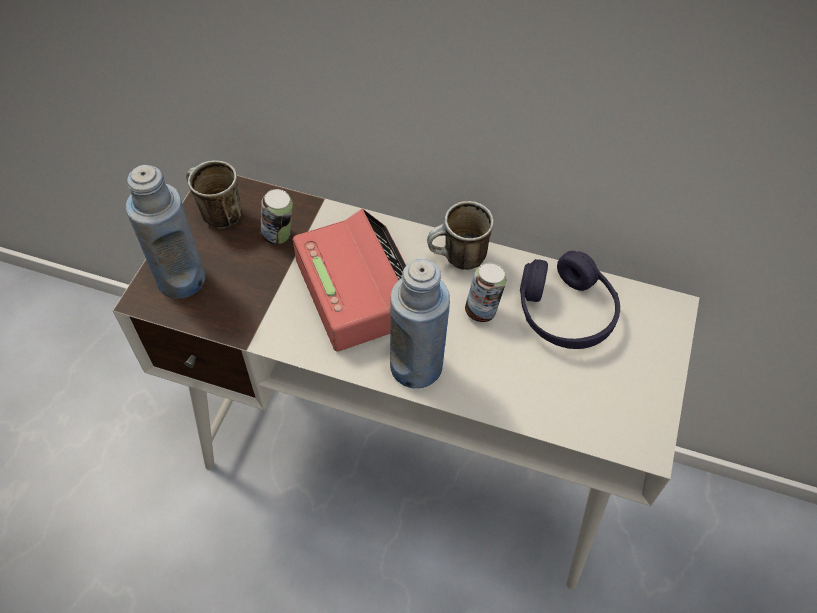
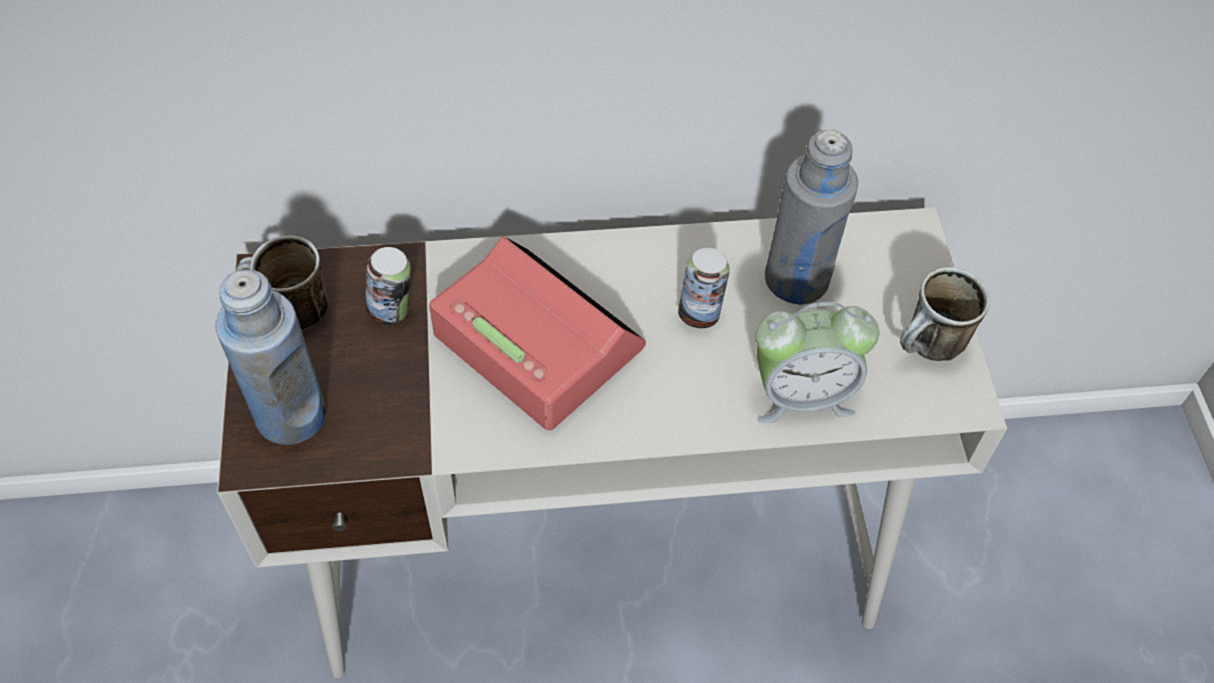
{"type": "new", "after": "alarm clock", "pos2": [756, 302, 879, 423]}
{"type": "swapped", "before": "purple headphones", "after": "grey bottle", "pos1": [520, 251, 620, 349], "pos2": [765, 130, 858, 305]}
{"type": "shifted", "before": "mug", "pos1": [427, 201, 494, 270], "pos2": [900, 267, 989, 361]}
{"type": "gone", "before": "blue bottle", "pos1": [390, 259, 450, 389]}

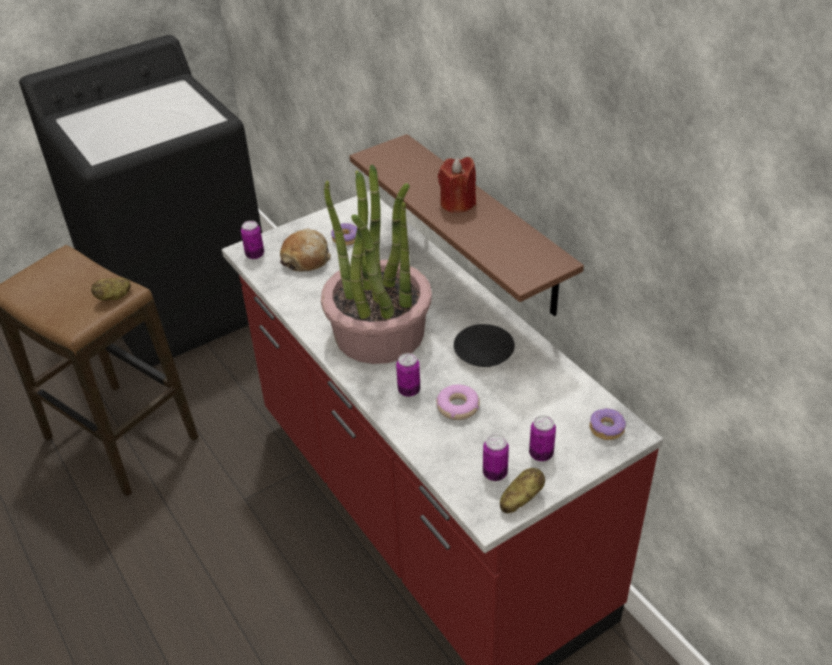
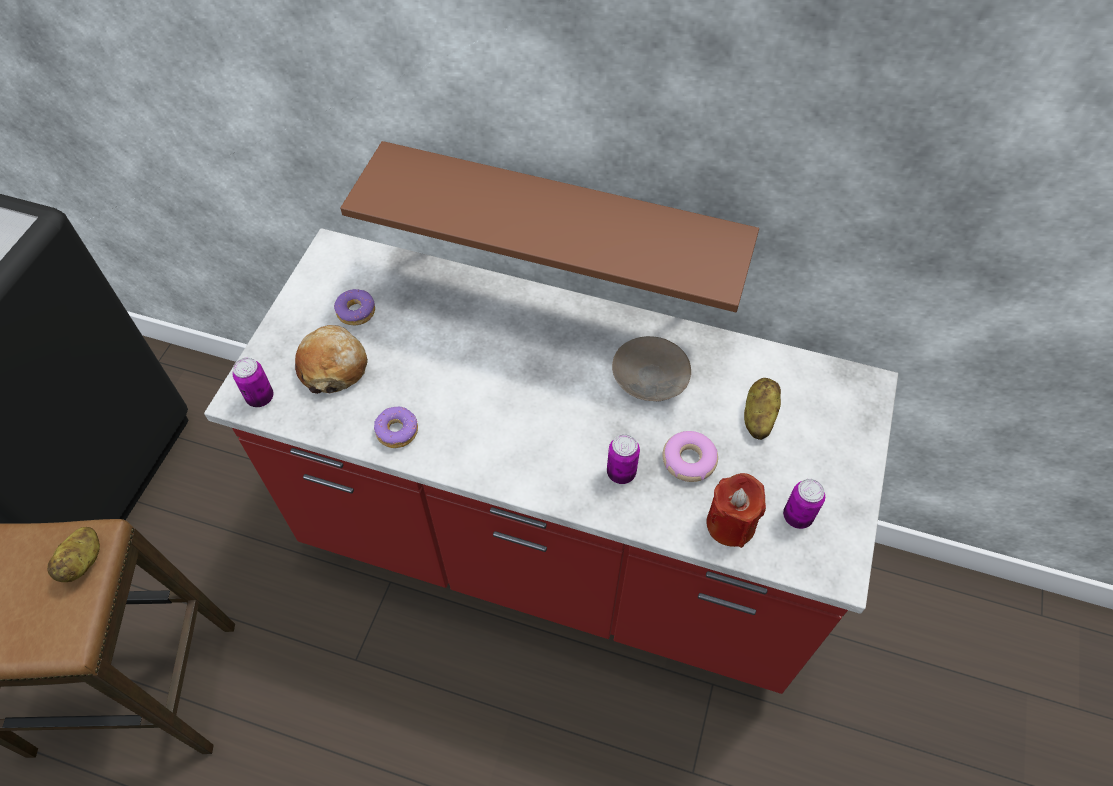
{"type": "shifted", "before": "donut", "pos1": [589, 408, 626, 440], "pos2": [374, 407, 418, 448]}
{"type": "repainted", "before": "black plate", "after": "beige plate", "pos1": [454, 324, 515, 367], "pos2": [612, 336, 691, 401]}
{"type": "shifted", "before": "red candle", "pos1": [438, 157, 476, 213], "pos2": [706, 473, 766, 548]}
{"type": "shifted", "before": "potato", "pos1": [500, 468, 545, 513], "pos2": [744, 378, 781, 440]}
{"type": "gone", "before": "potted plant", "pos1": [321, 165, 432, 364]}
{"type": "gone", "before": "can", "pos1": [529, 415, 556, 462]}

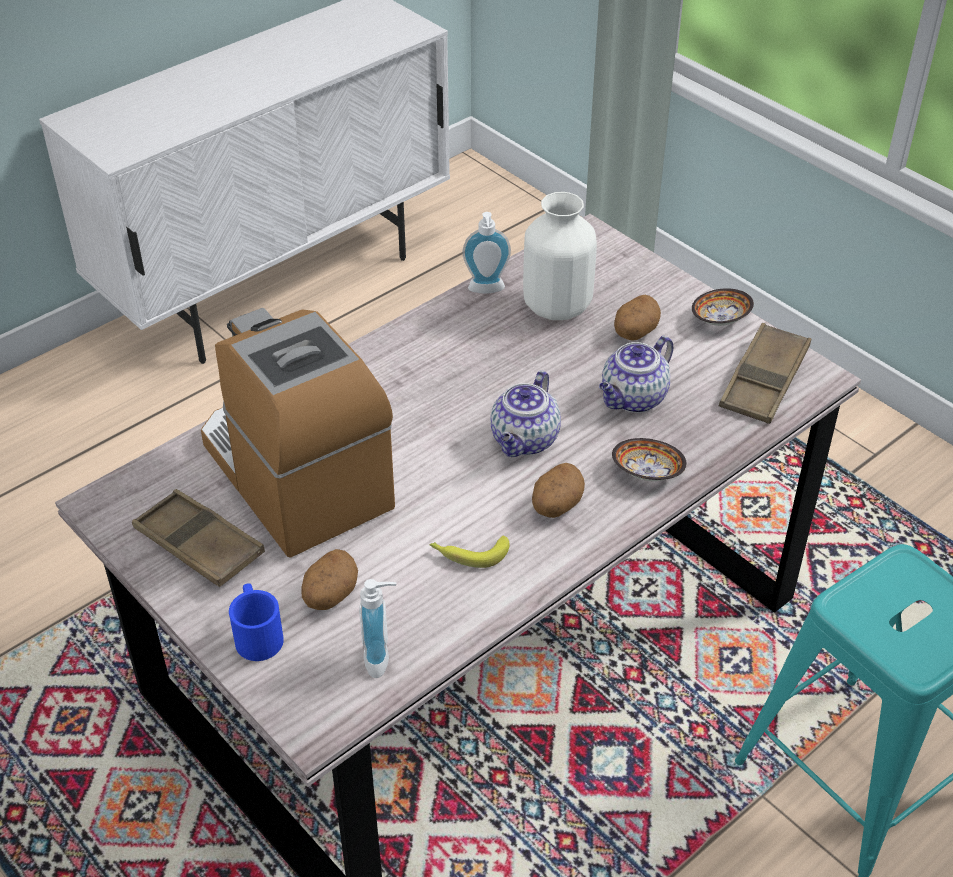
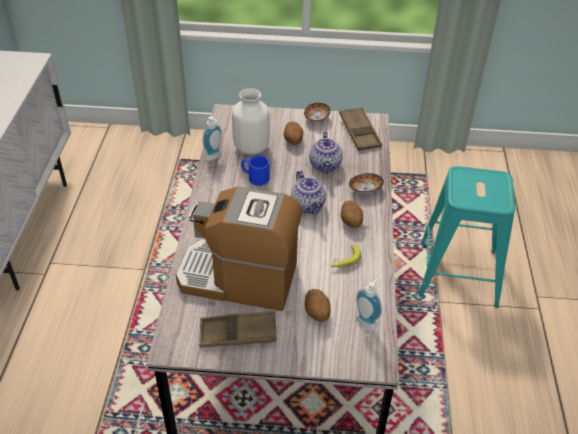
{"type": "shifted", "before": "blue mug", "pos1": [229, 583, 284, 661], "pos2": [241, 155, 269, 186]}

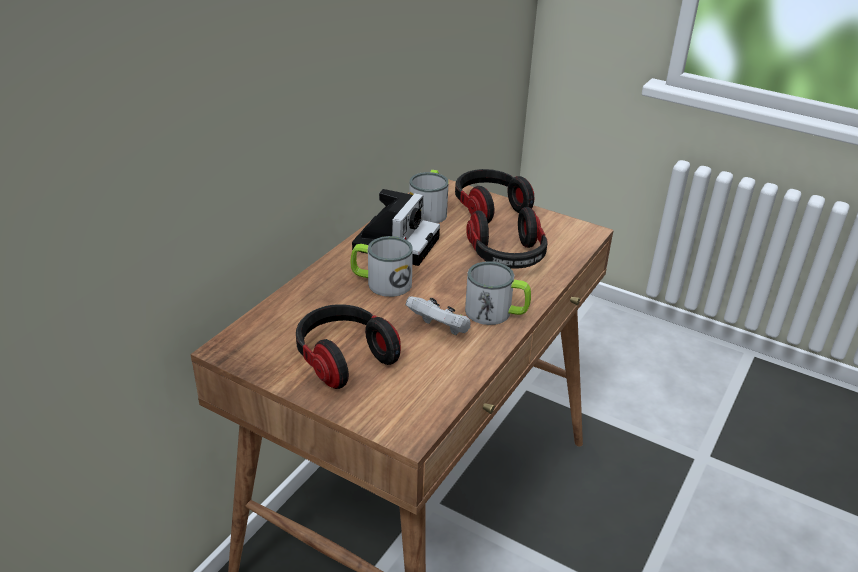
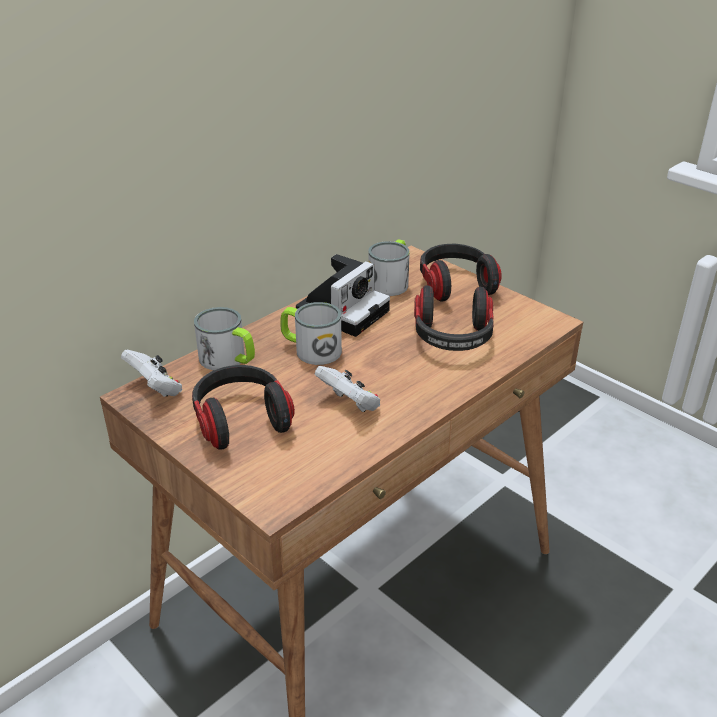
{"type": "new", "after": "white game controller", "pos2": [121, 350, 182, 397]}
{"type": "shifted", "before": "mug", "pos1": [465, 261, 531, 325], "pos2": [194, 307, 255, 370]}

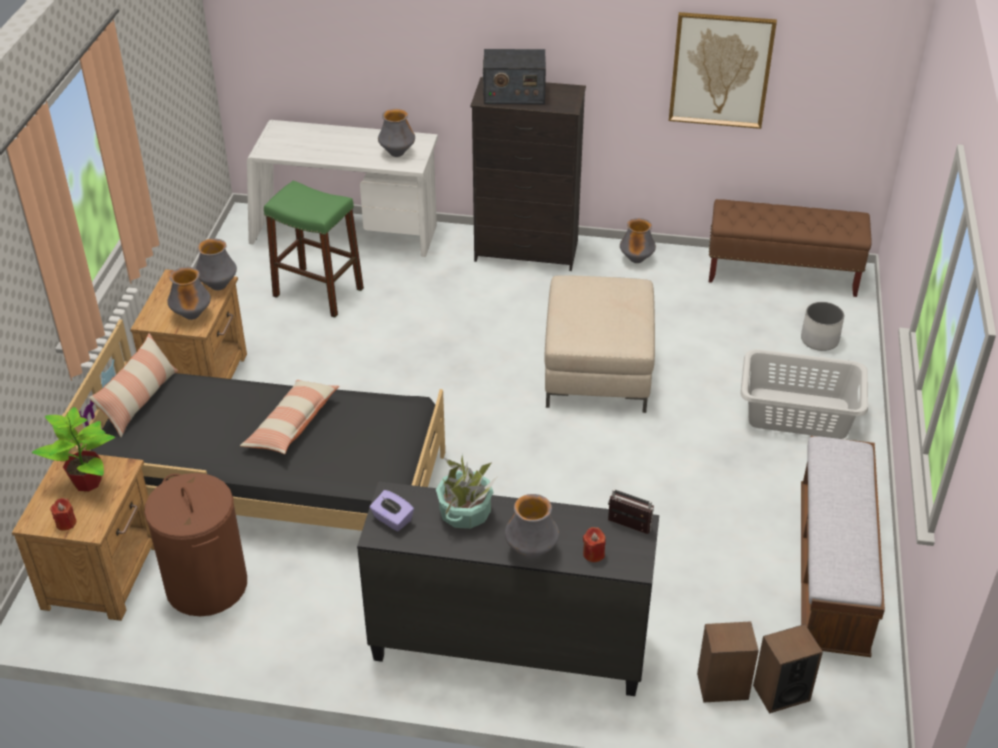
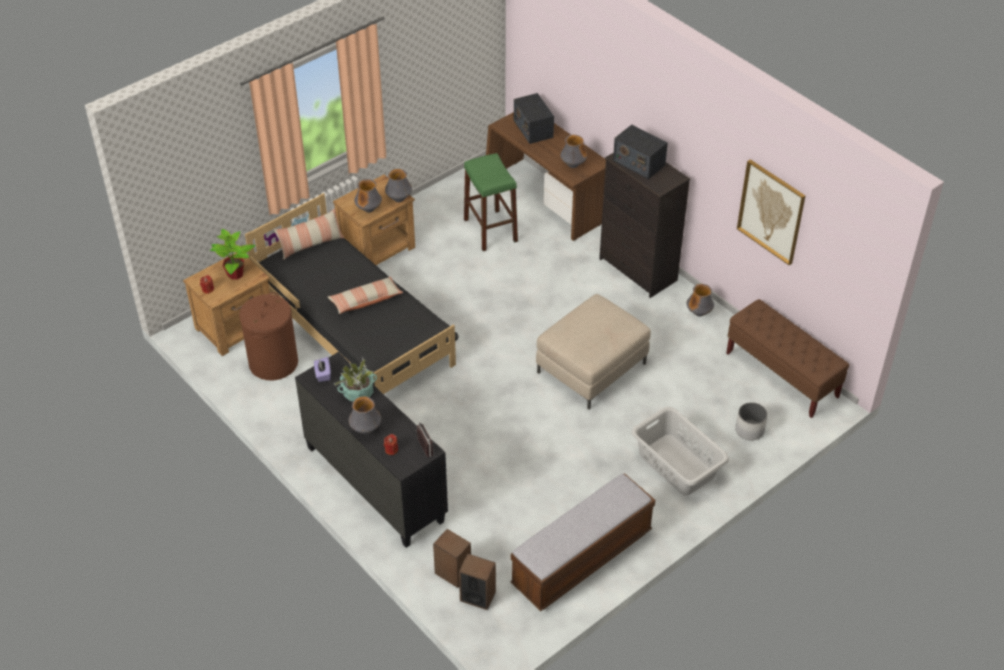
{"type": "repainted", "before": "white desk", "after": "brown desk", "pos1": [247, 120, 438, 257], "pos2": [486, 112, 606, 241]}
{"type": "new", "after": "radio", "pos2": [514, 93, 554, 144]}

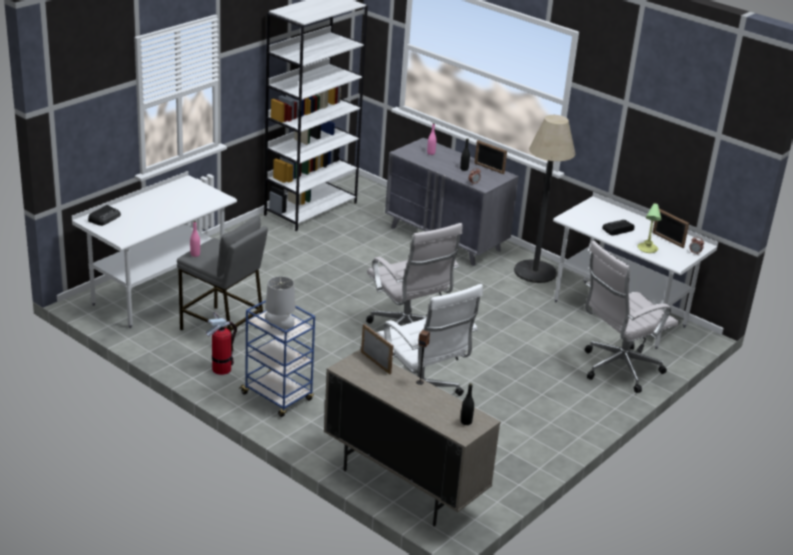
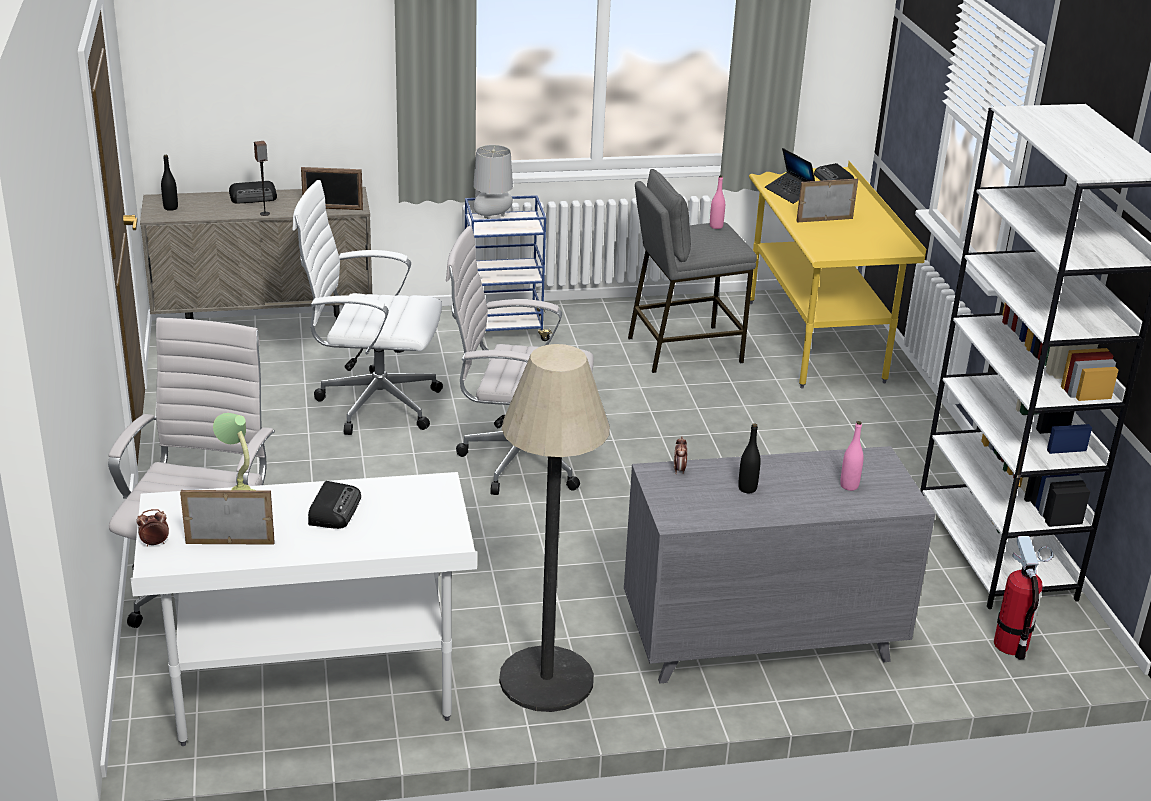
{"type": "new", "after": "radio", "pos2": [229, 181, 277, 204]}
{"type": "repainted", "before": "white desk", "after": "yellow desk", "pos1": [72, 171, 237, 328], "pos2": [749, 161, 926, 388]}
{"type": "new", "after": "laptop", "pos2": [765, 148, 815, 204]}
{"type": "shifted", "before": "picture frame", "pos1": [474, 140, 507, 174], "pos2": [796, 179, 858, 222]}
{"type": "shifted", "before": "fire extinguisher", "pos1": [206, 312, 237, 375], "pos2": [994, 536, 1053, 660]}

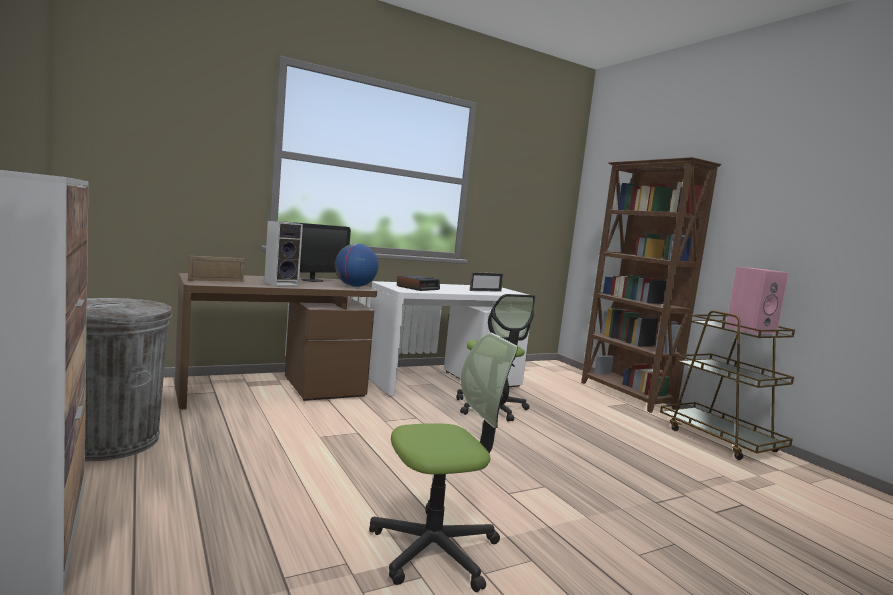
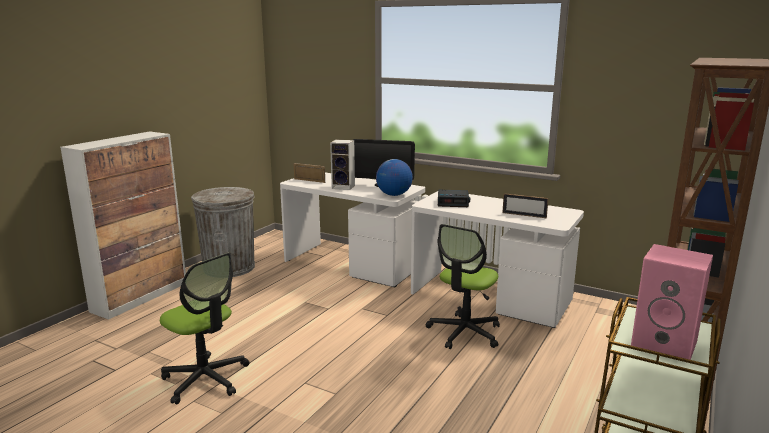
{"type": "repainted", "before": "brown desk", "after": "white desk", "pos1": [175, 273, 377, 410], "pos2": [280, 172, 425, 287]}

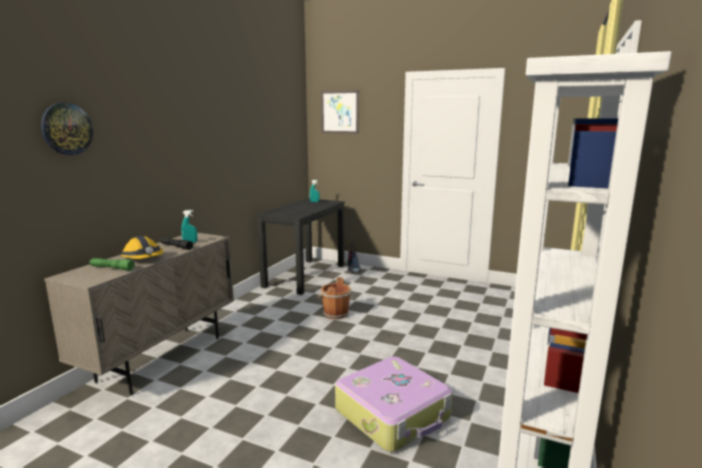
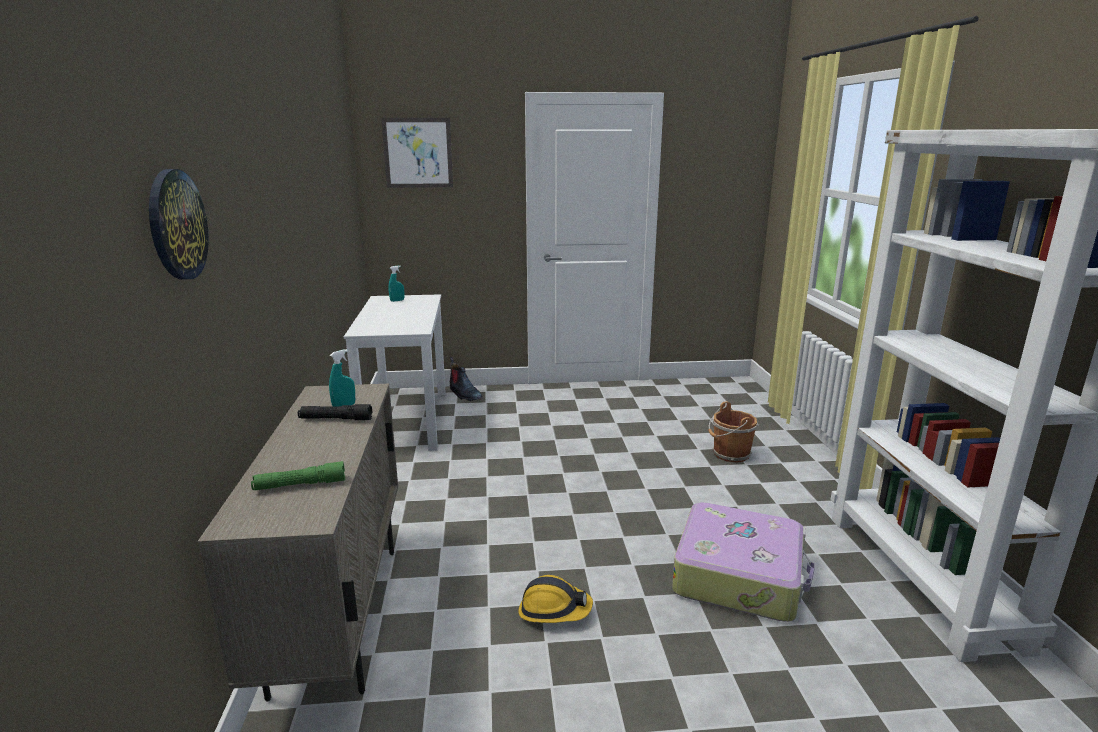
{"type": "repainted", "before": "black desk", "after": "white desk", "pos1": [256, 198, 345, 295], "pos2": [344, 294, 446, 451]}
{"type": "shifted", "before": "hard hat", "pos1": [121, 236, 163, 259], "pos2": [518, 575, 593, 623]}
{"type": "shifted", "before": "brown bucket", "pos1": [318, 277, 351, 319], "pos2": [708, 401, 759, 462]}

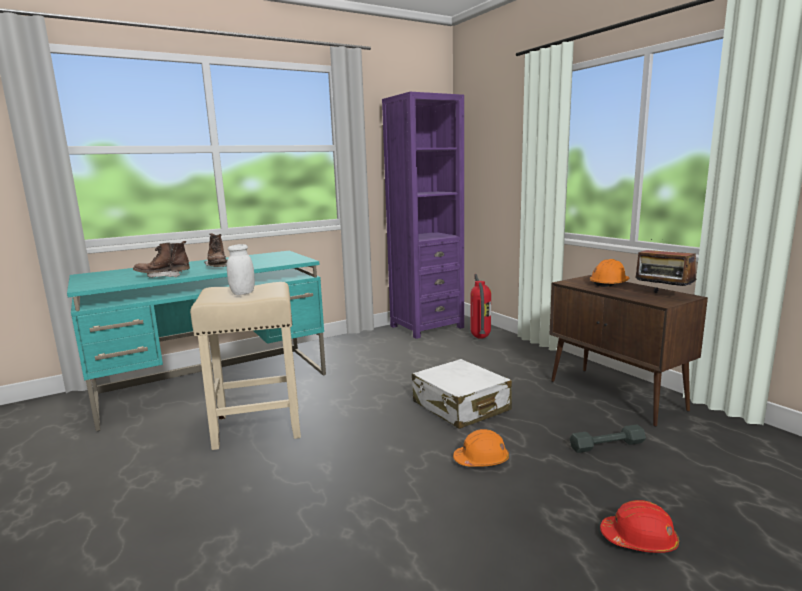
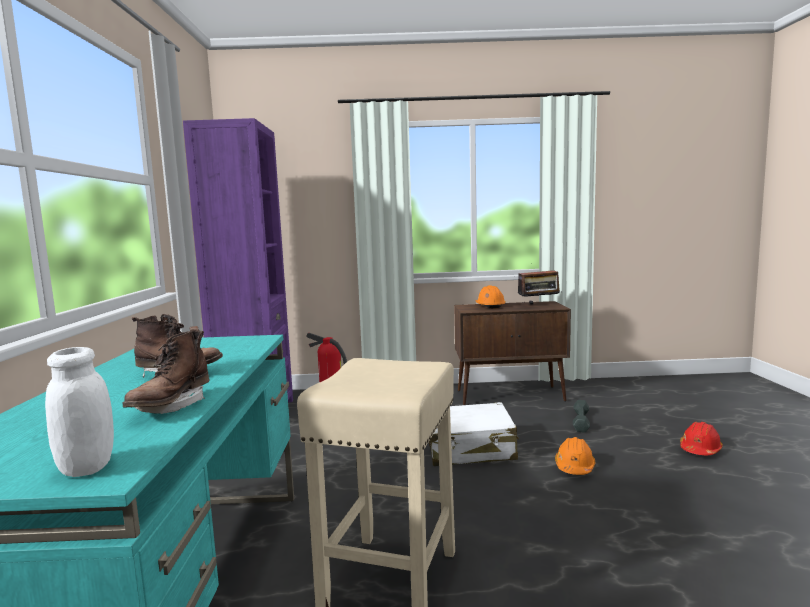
{"type": "shifted", "before": "white jar", "pos1": [227, 244, 255, 295], "pos2": [45, 347, 114, 477]}

